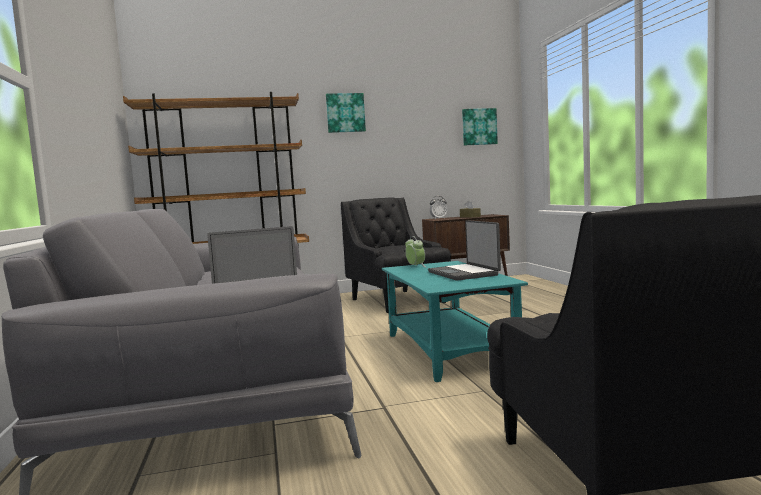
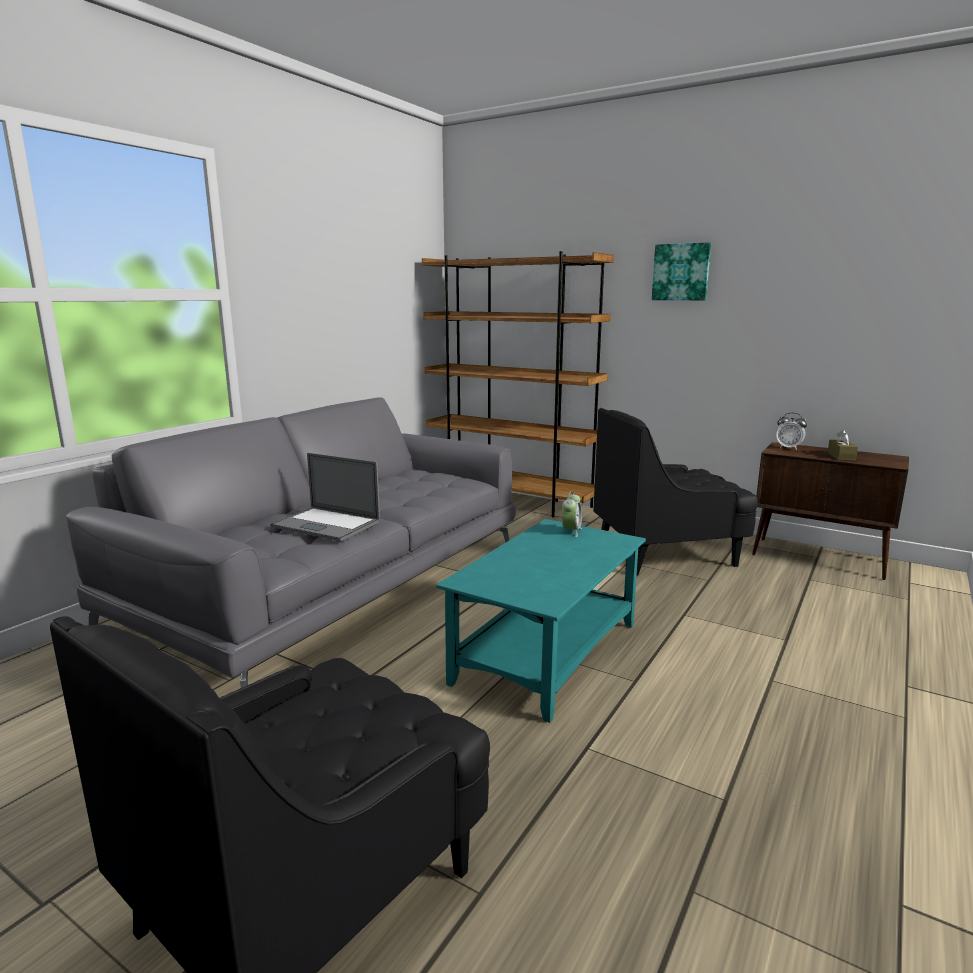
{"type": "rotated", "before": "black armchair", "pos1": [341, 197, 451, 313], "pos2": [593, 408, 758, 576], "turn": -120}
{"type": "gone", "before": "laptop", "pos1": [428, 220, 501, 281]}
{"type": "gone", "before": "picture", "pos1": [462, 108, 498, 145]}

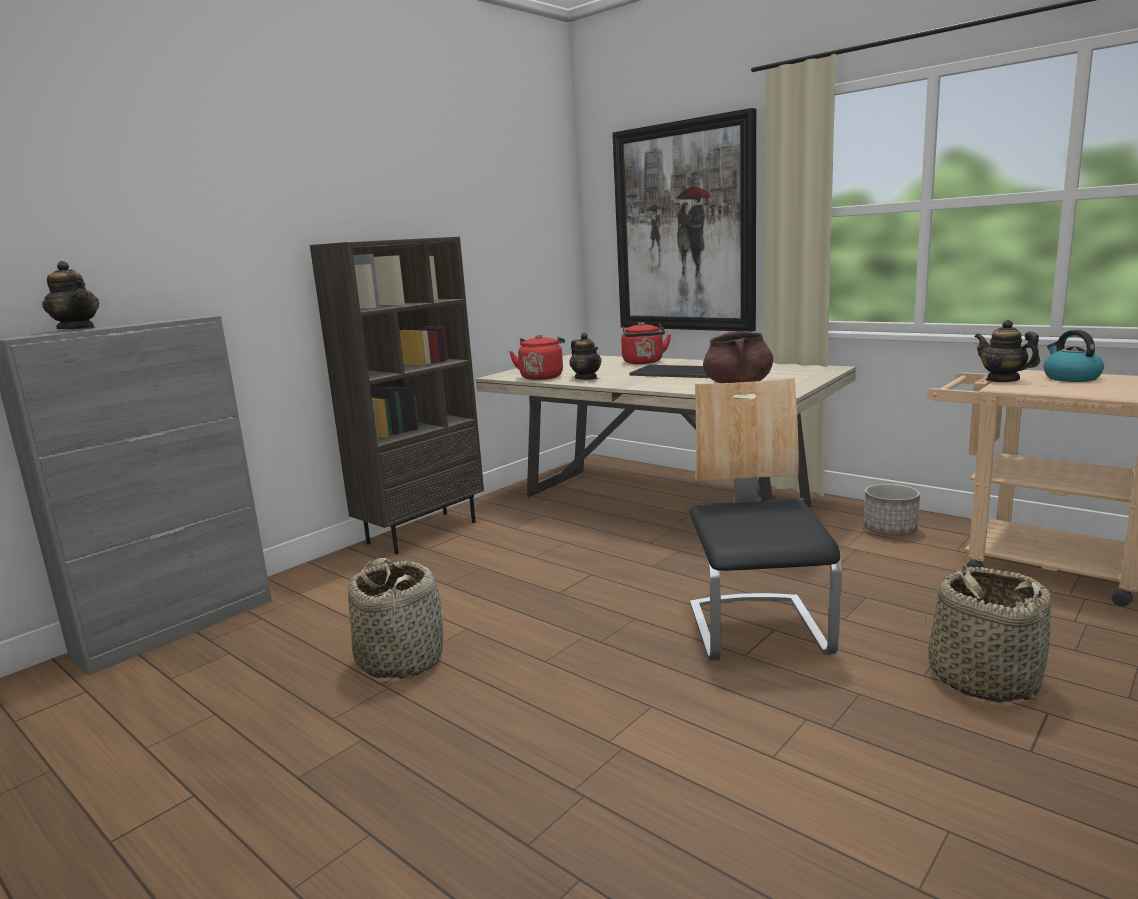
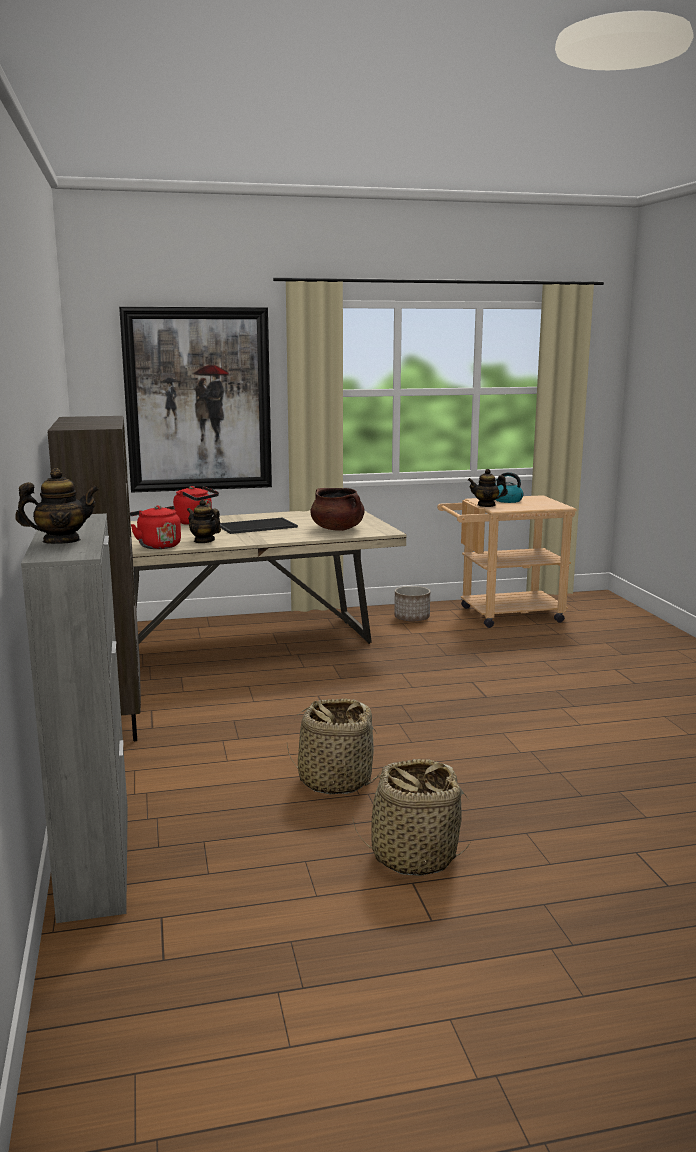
{"type": "rotated", "before": "teapot", "pos1": [570, 333, 601, 380], "pos2": [187, 500, 221, 543], "turn": -150}
{"type": "shifted", "before": "basket", "pos1": [925, 565, 1051, 703], "pos2": [352, 759, 474, 876]}
{"type": "gone", "before": "chair", "pos1": [689, 378, 842, 661]}

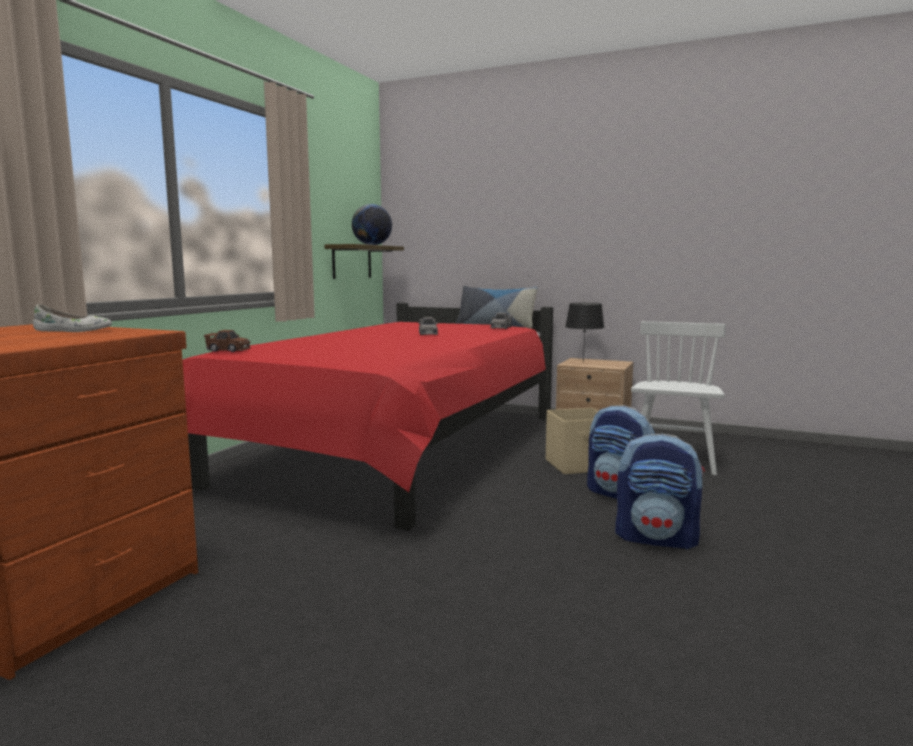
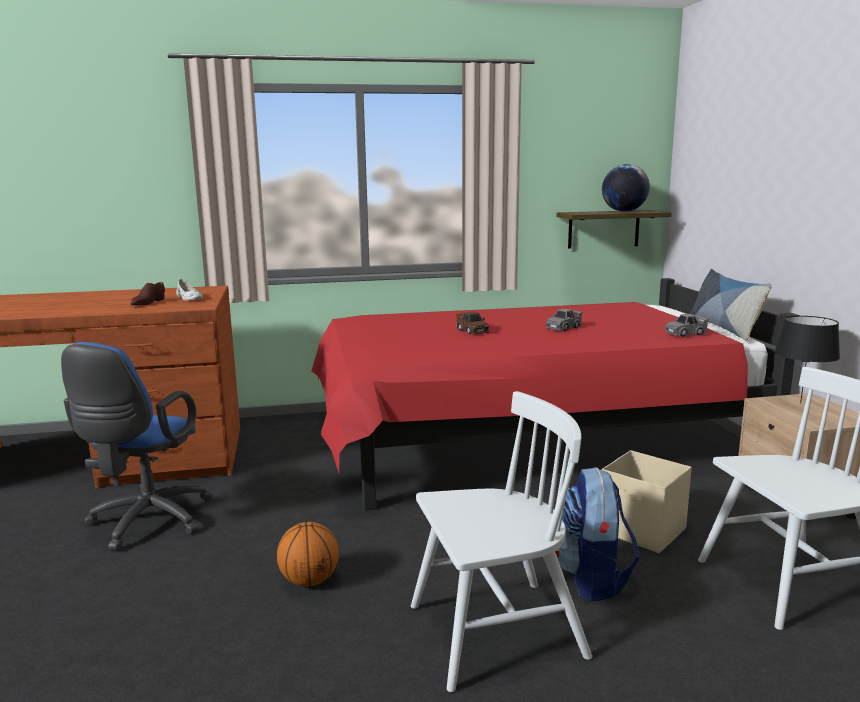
{"type": "new", "after": "blue office chair", "pos2": [61, 342, 213, 551]}
{"type": "new", "after": "brown shoe", "pos2": [131, 282, 165, 305]}
{"type": "new", "after": "basketball", "pos2": [277, 522, 339, 587]}
{"type": "swapped", "before": "backpack", "after": "white chair", "pos1": [615, 434, 705, 549], "pos2": [411, 391, 592, 692]}
{"type": "shifted", "before": "brown toy car", "pos1": [204, 330, 251, 352], "pos2": [456, 312, 490, 335]}

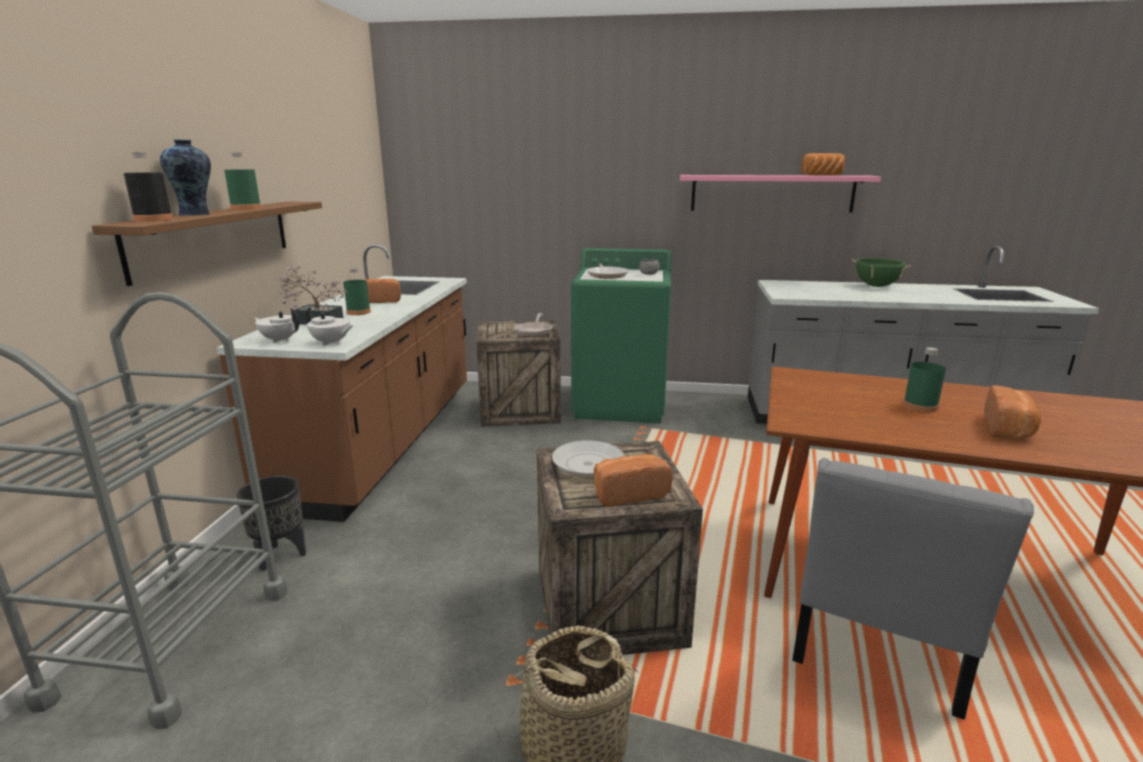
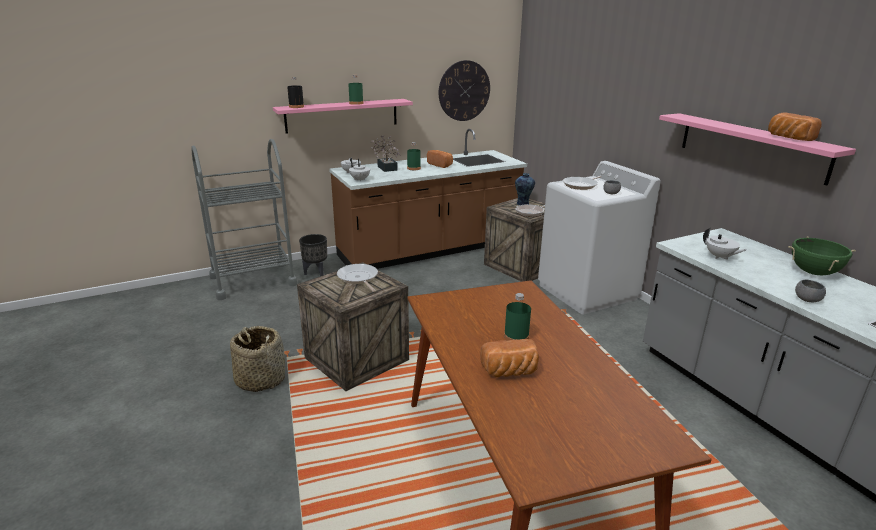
{"type": "repainted", "before": "brown shelf", "after": "pink shelf", "pos1": [92, 202, 322, 286], "pos2": [273, 99, 413, 134]}
{"type": "new", "after": "wall clock", "pos2": [439, 60, 490, 121]}
{"type": "shifted", "before": "vase", "pos1": [160, 139, 211, 216], "pos2": [515, 173, 535, 205]}
{"type": "repainted", "before": "green washing machine", "after": "white washing machine", "pos1": [571, 248, 672, 423], "pos2": [538, 161, 661, 314]}
{"type": "new", "after": "white teapot", "pos2": [703, 228, 746, 260]}
{"type": "new", "after": "grey bowl", "pos2": [795, 280, 826, 302]}
{"type": "gone", "before": "bread", "pos1": [594, 454, 673, 507]}
{"type": "gone", "before": "grey chair", "pos1": [792, 458, 1034, 720]}

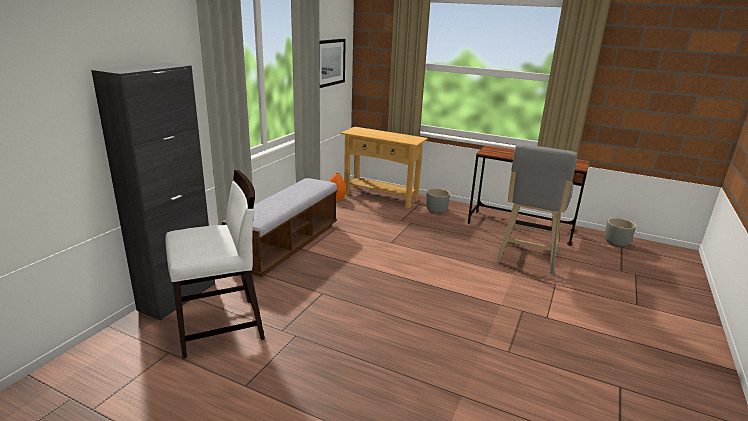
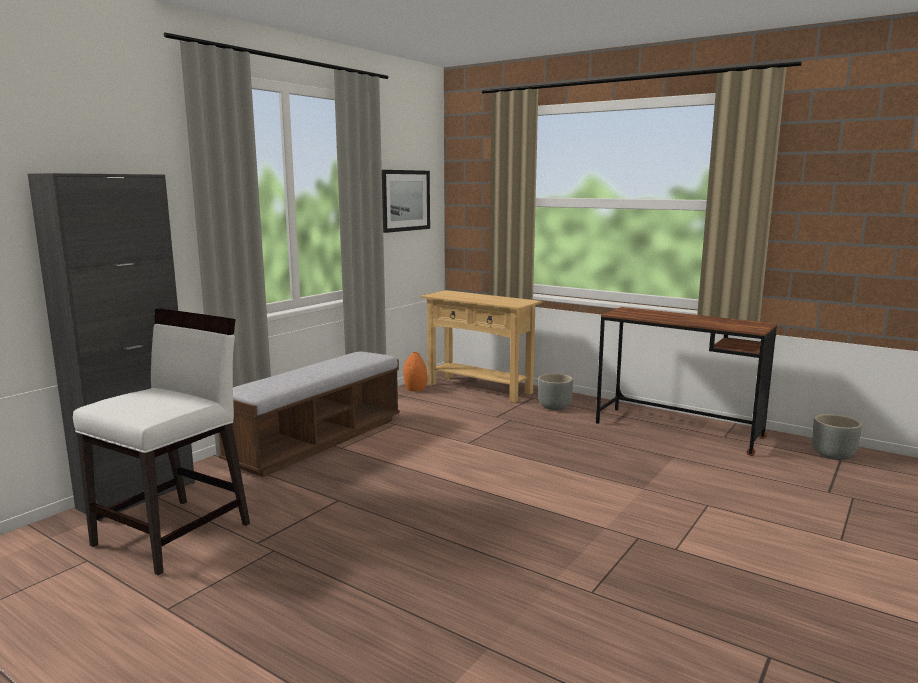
{"type": "rotated", "before": "white chair", "pos1": [165, 170, 265, 358], "pos2": [73, 309, 250, 575], "turn": -45}
{"type": "gone", "before": "grey stool", "pos1": [496, 144, 577, 275]}

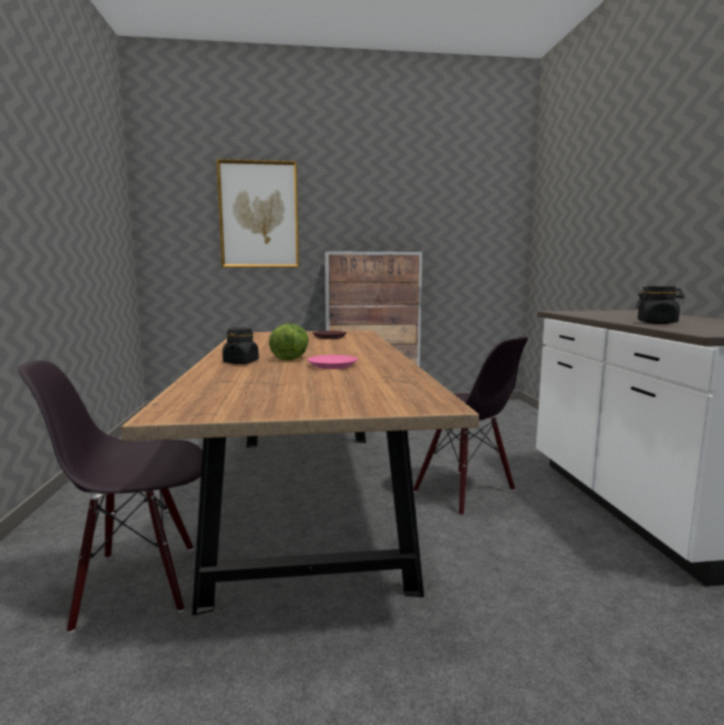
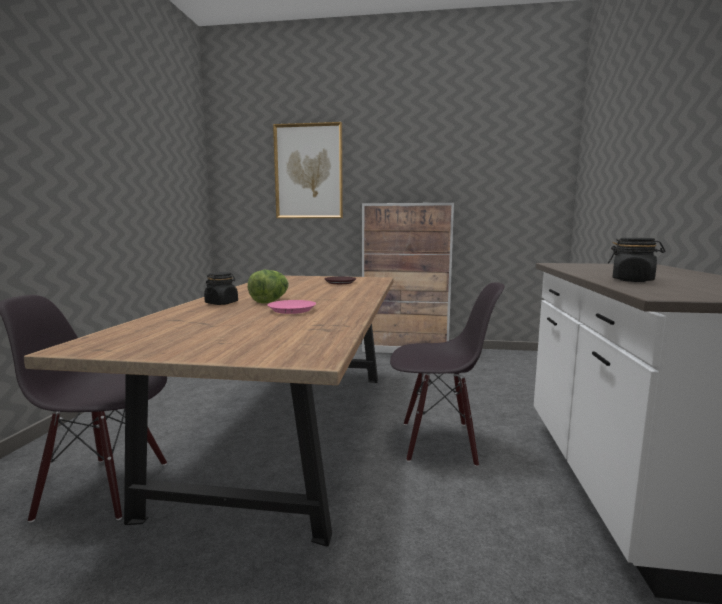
{"type": "rotated", "before": "black chair", "pos1": [413, 337, 528, 516], "pos2": [390, 282, 505, 467], "turn": -60}

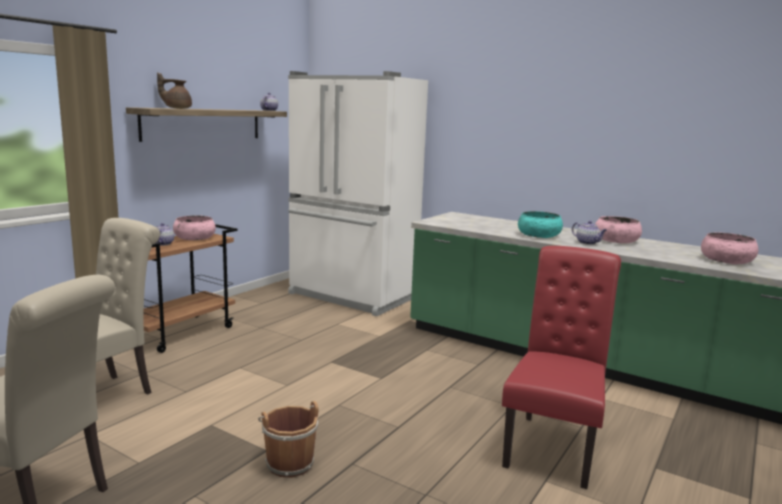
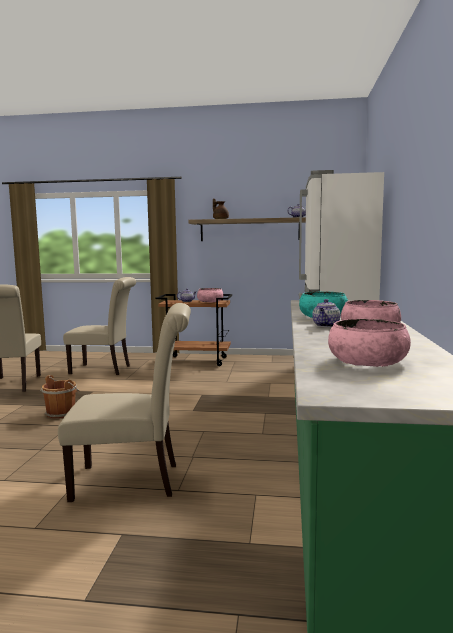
{"type": "repainted", "before": "red chair", "after": "beige chair", "pos1": [502, 246, 621, 489], "pos2": [58, 303, 191, 502]}

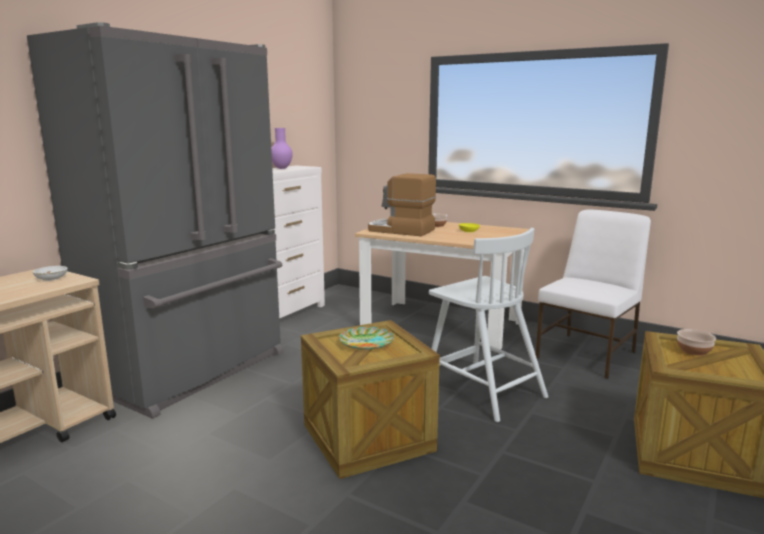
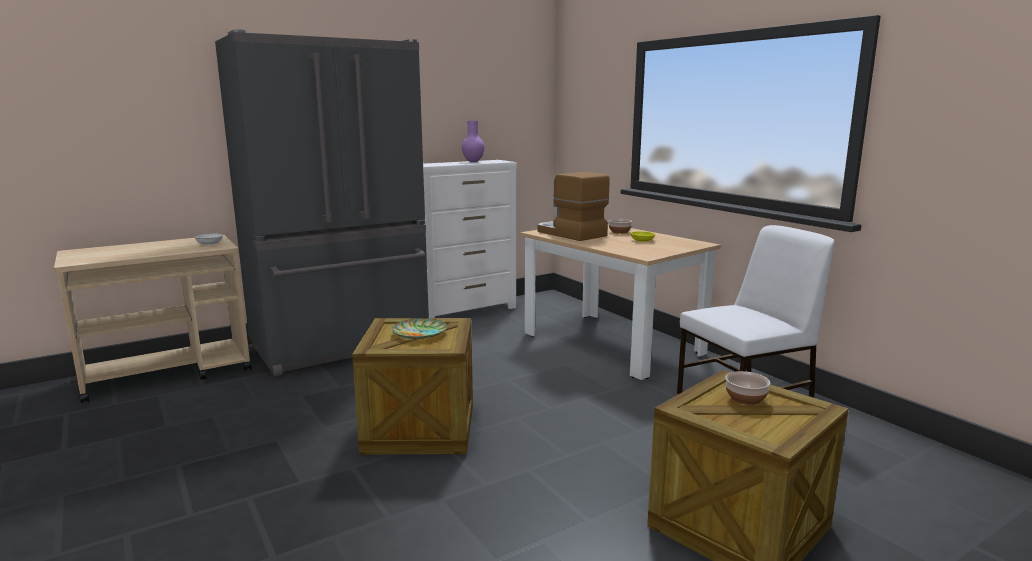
{"type": "gone", "before": "white chair", "pos1": [429, 228, 548, 422]}

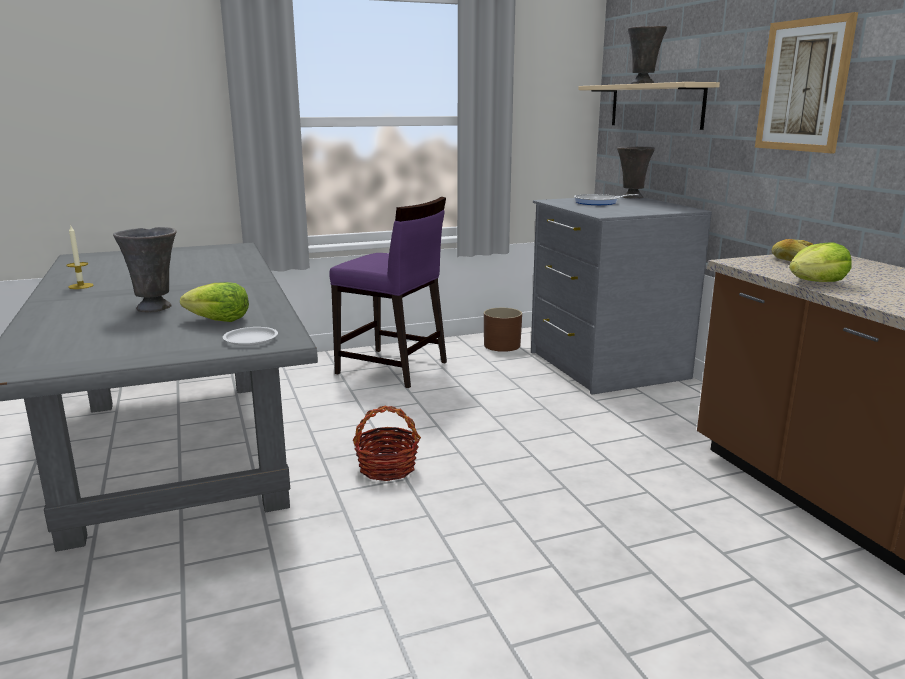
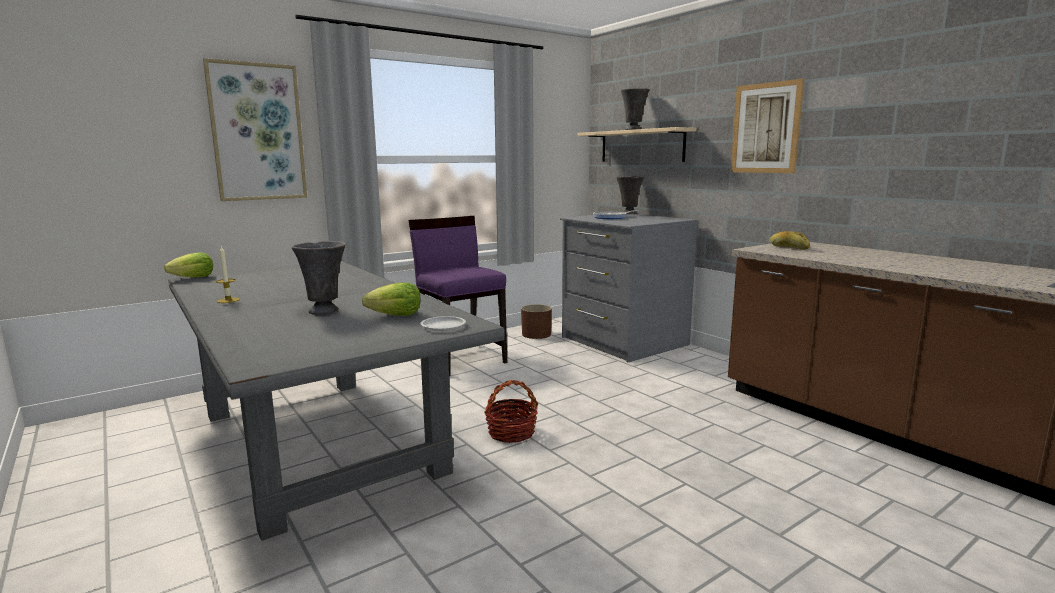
{"type": "shifted", "before": "lettuce", "pos1": [789, 242, 852, 282], "pos2": [164, 252, 213, 277]}
{"type": "new", "after": "picture", "pos2": [203, 58, 307, 201]}
{"type": "rotated", "before": "purple chair", "pos1": [329, 196, 447, 388], "pos2": [408, 216, 507, 376], "turn": -135}

